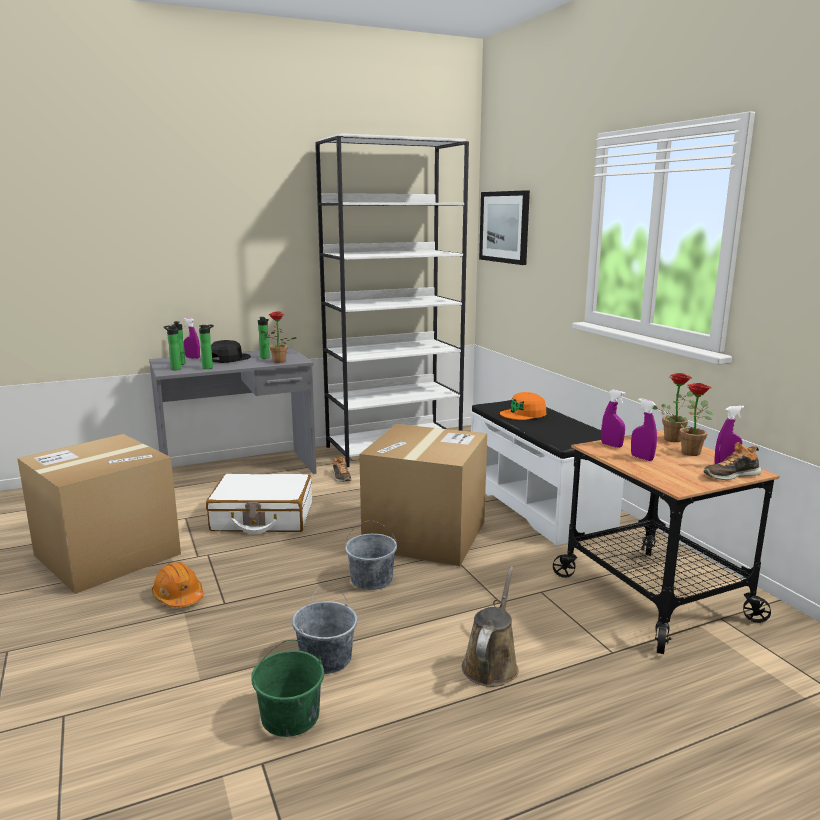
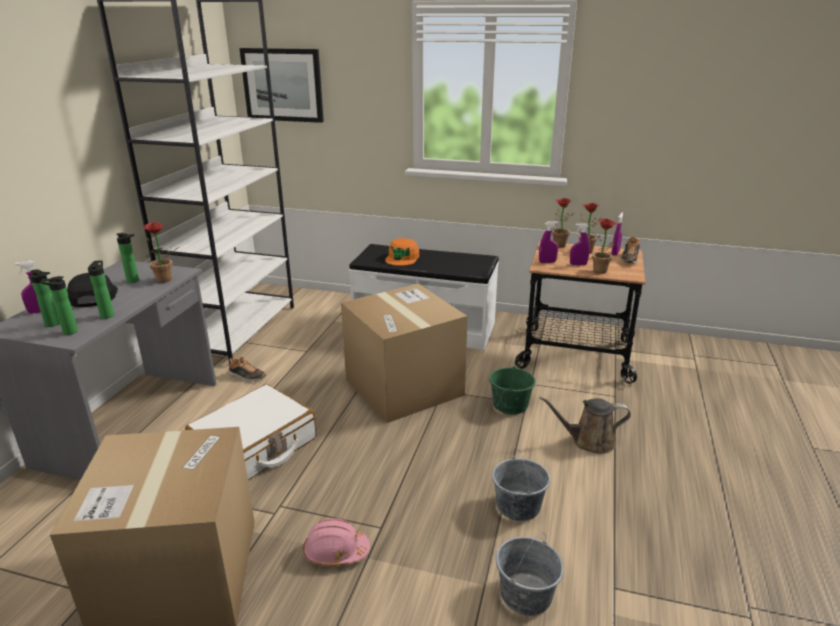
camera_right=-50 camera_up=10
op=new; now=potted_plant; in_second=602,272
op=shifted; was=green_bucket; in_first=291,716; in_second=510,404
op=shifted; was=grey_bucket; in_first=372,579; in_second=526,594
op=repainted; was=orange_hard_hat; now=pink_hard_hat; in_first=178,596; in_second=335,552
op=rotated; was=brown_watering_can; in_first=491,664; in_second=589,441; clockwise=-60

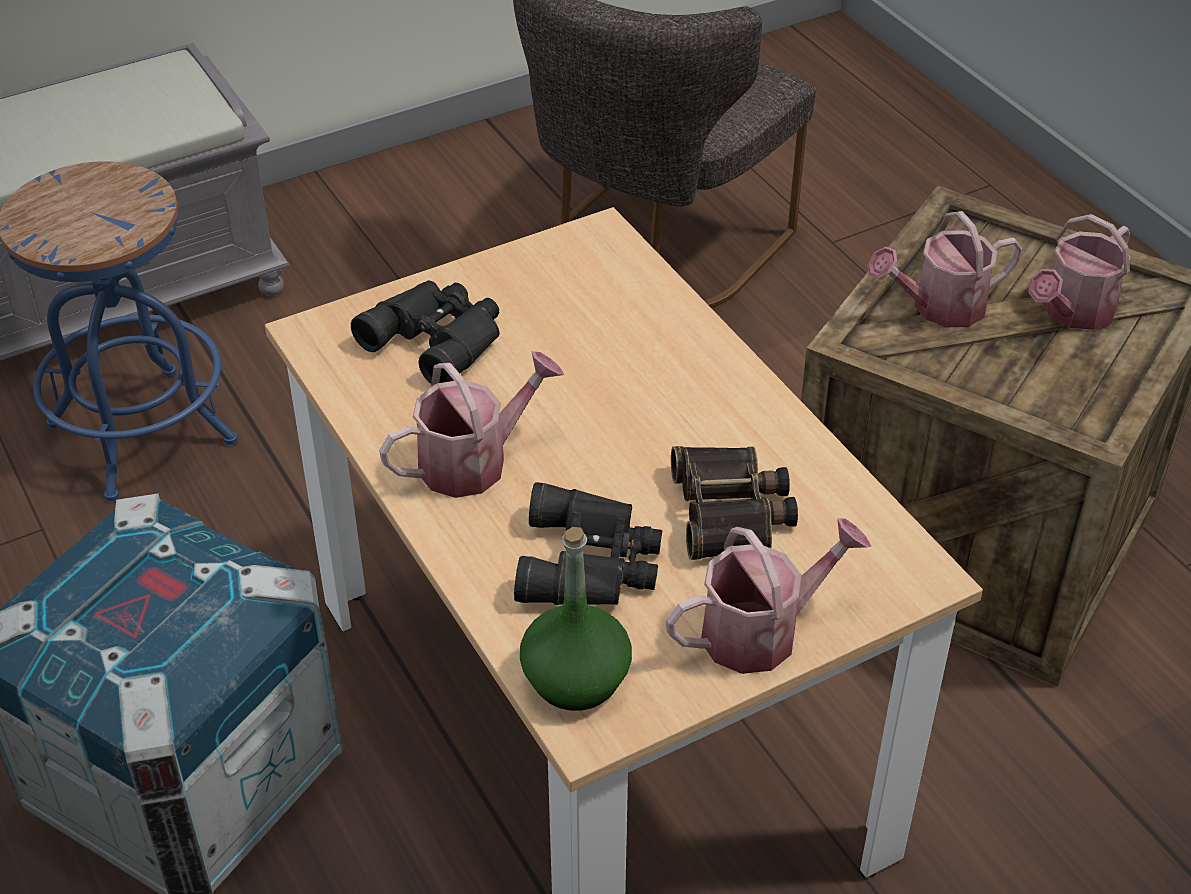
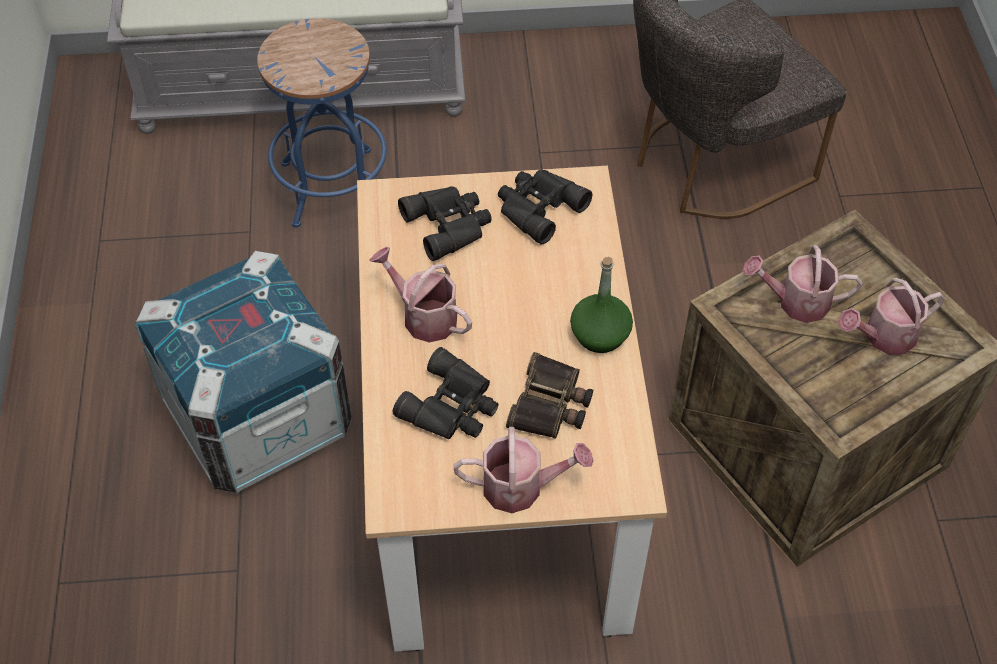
camera_right=25 camera_up=10
op=new; now=black_binoculars; in_second=537,207
op=shifted; was=green_bottle; in_first=575,679; in_second=599,335
op=rotated; was=watering_can; in_first=474,461; in_second=424,316; clockwise=-135

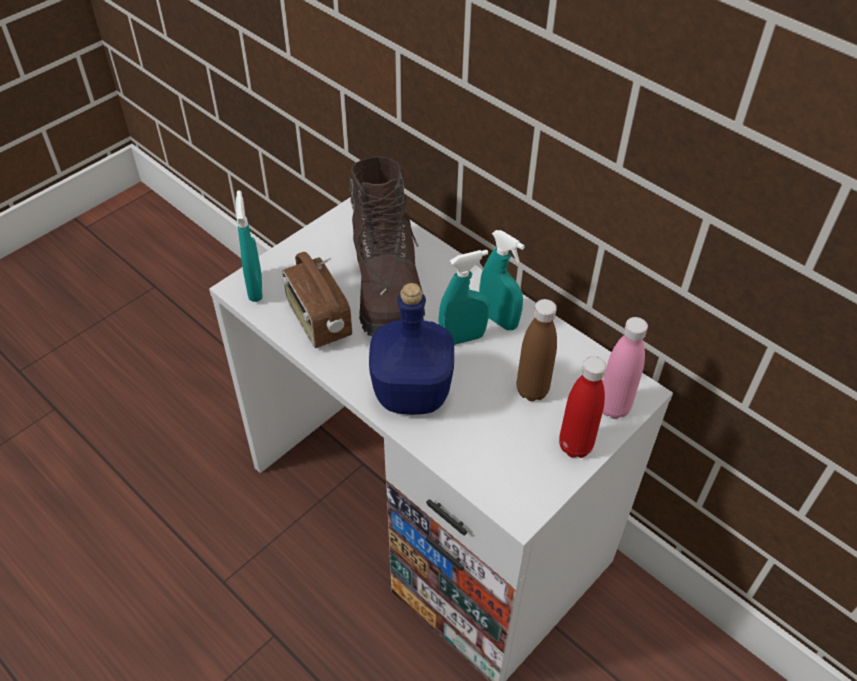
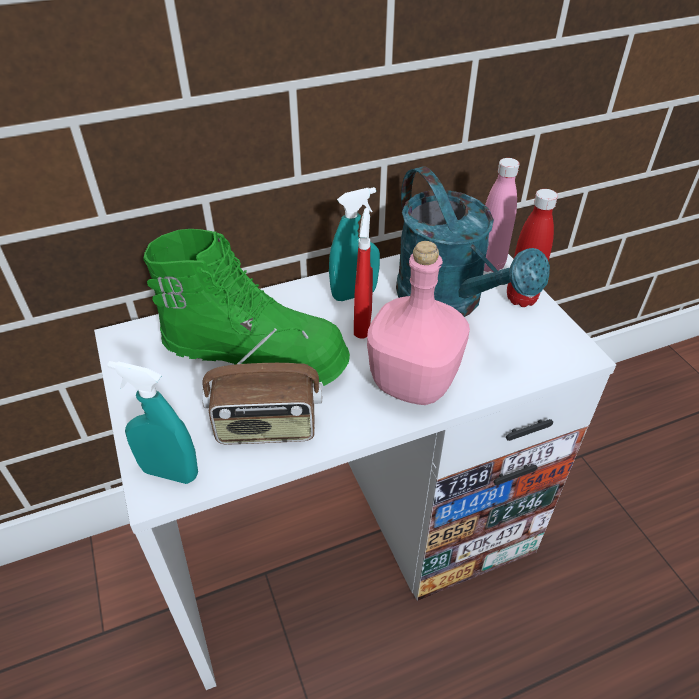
camera_right=-65 camera_up=-5
op=swapped; was=brown_bottle; now=turquoise_watering_can; in_first=532,390; in_second=449,302
op=repainted; was=brown_boot; now=green_boot; in_first=387,286; in_second=257,355
op=repainted; was=blue_bottle; now=pink_bottle; in_first=413,393; in_second=413,380
op=repainted; was=turquoise_spray_bottle; now=red_spray_bottle; in_first=462,338; in_second=362,324

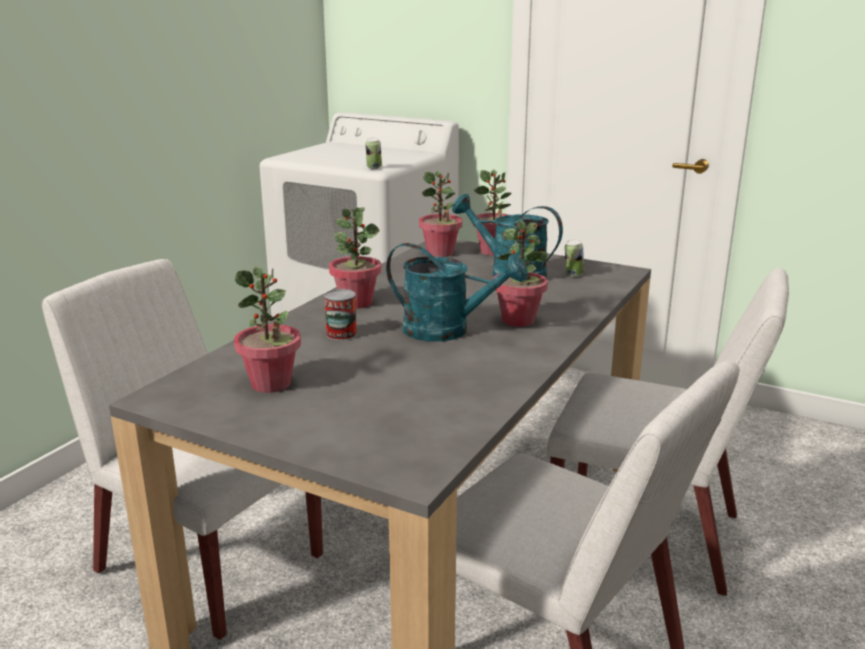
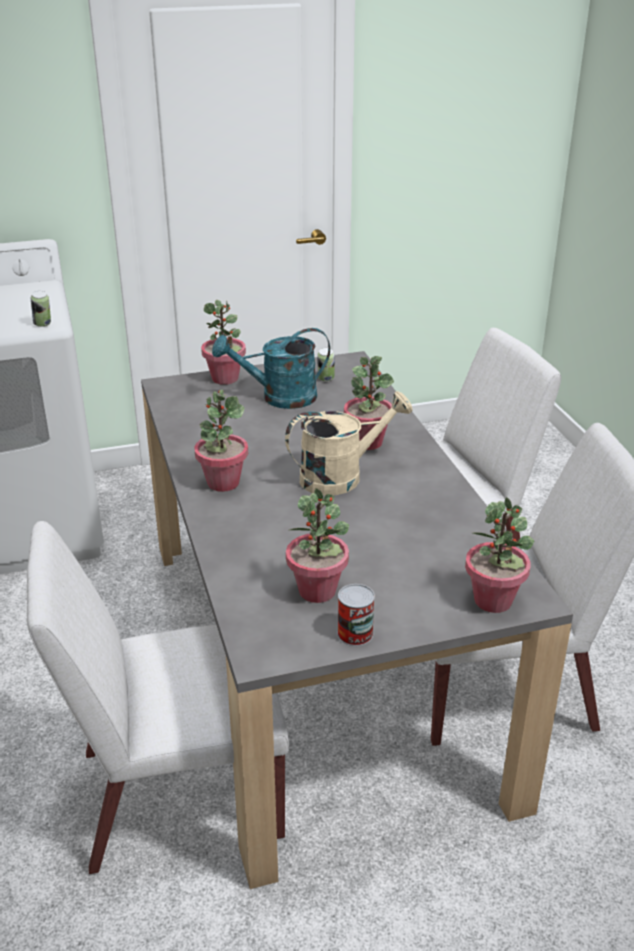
camera_right=-45 camera_up=10
op=shifted; was=can; in_first=341,334; in_second=355,634
op=shifted; was=potted_plant; in_first=440,253; in_second=493,600
op=repainted; was=turquoise_watering_can; now=beige_watering_can; in_first=448,331; in_second=341,476

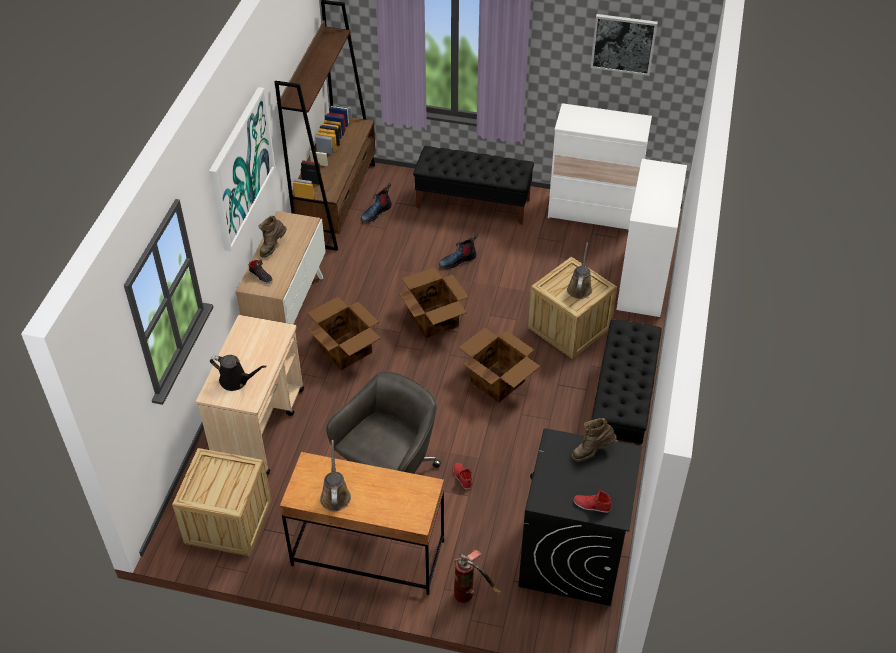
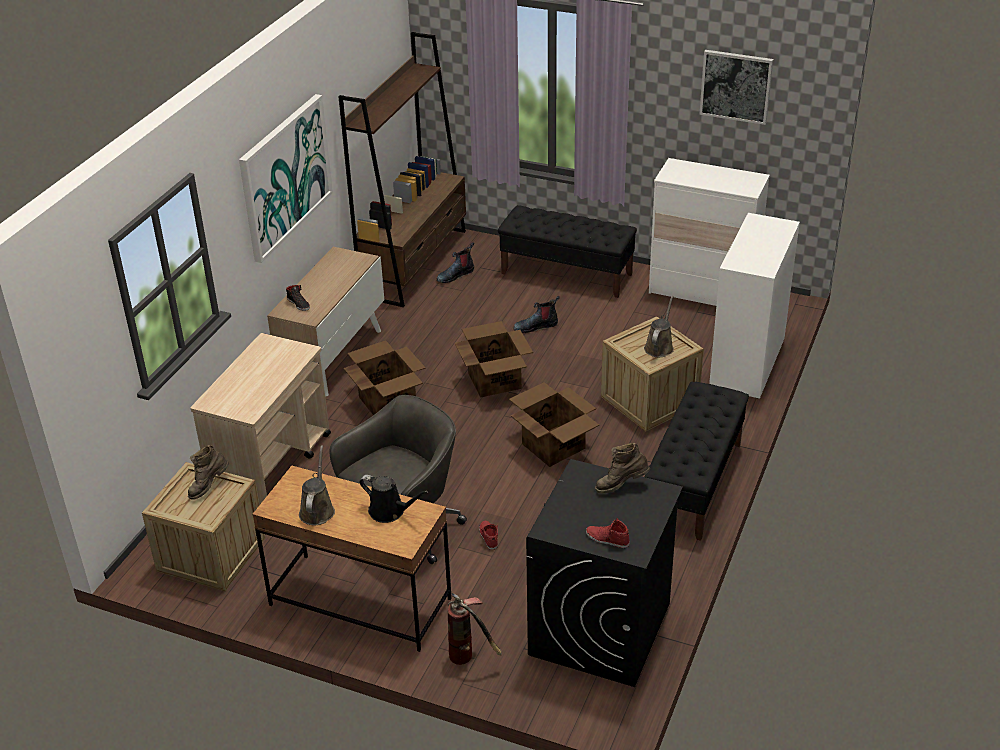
camera_right=10 camera_up=-10
op=shifted; was=black_watering_can; in_first=236,380; in_second=390,511
op=shifted; was=brown_boot; in_first=272,247; in_second=208,486

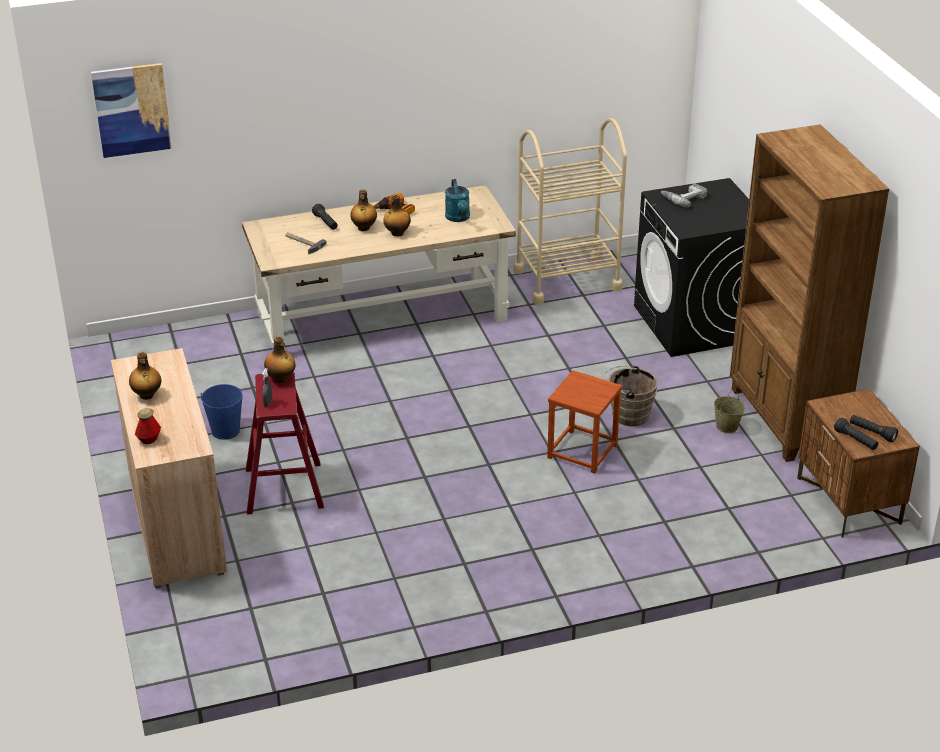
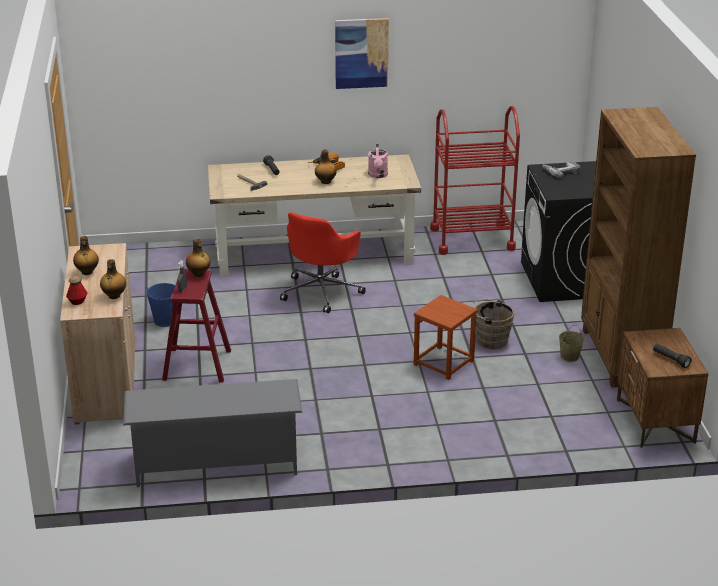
camera_right=10 camera_up=-5
op=gone; was=black_flashlight; in_first=855,440
op=new; now=grey_shoe_rack; in_second=216,464
op=new; now=red_office_chair; in_second=322,291
op=shifted; was=picture; in_first=132,110; in_second=361,53
op=shifted; was=bottle; in_first=364,228; in_second=114,296
op=repainted; was=turquoise_watering_can; now=pink_watering_can; in_first=458,218; in_second=378,175
op=repainted; was=beige_cart; now=red_cart; in_first=567,279; in_second=472,239

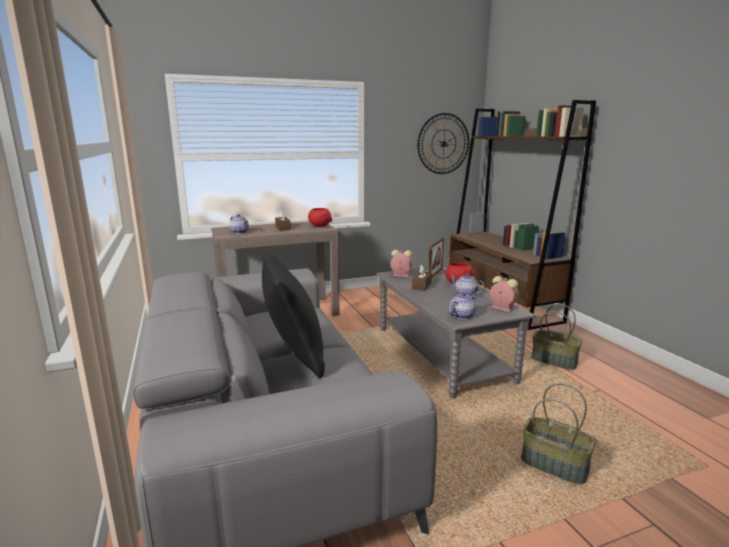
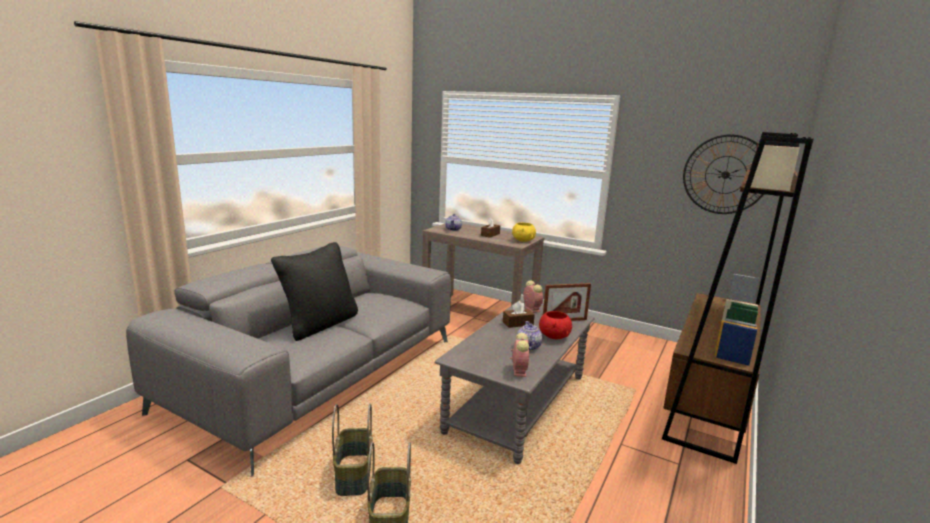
camera_right=50 camera_up=0
op=gone; was=teapot; in_first=461,316
op=shifted; was=basket; in_first=554,361; in_second=354,476
op=repainted; was=red_bowl; now=yellow_bowl; in_first=320,226; in_second=523,240

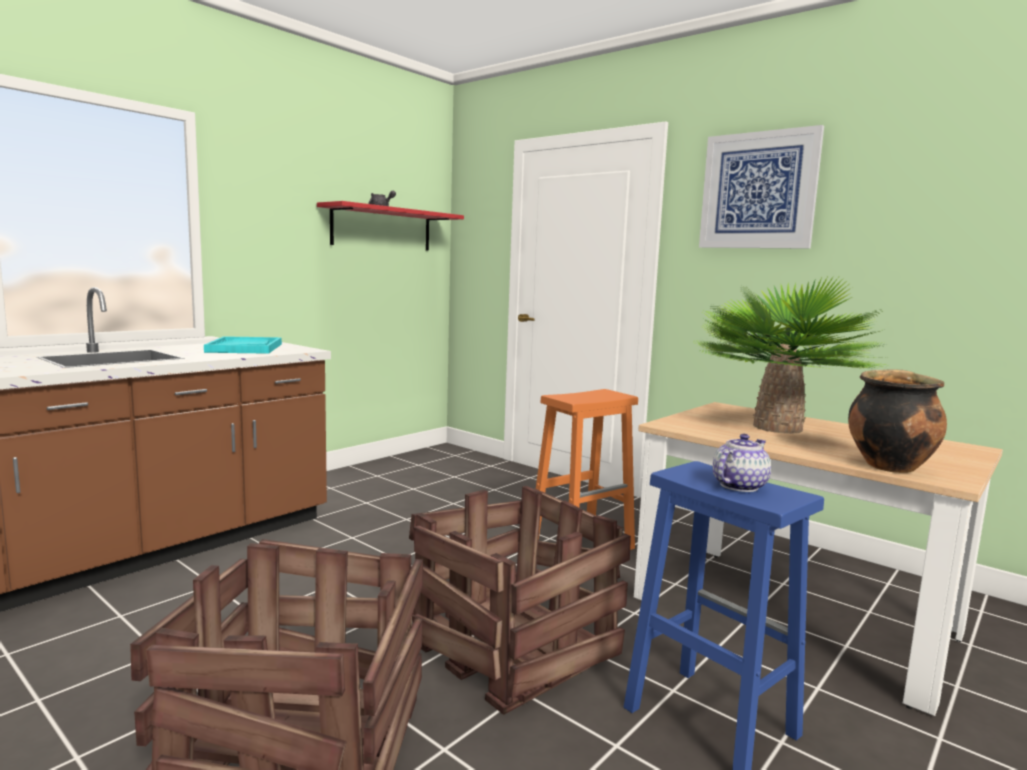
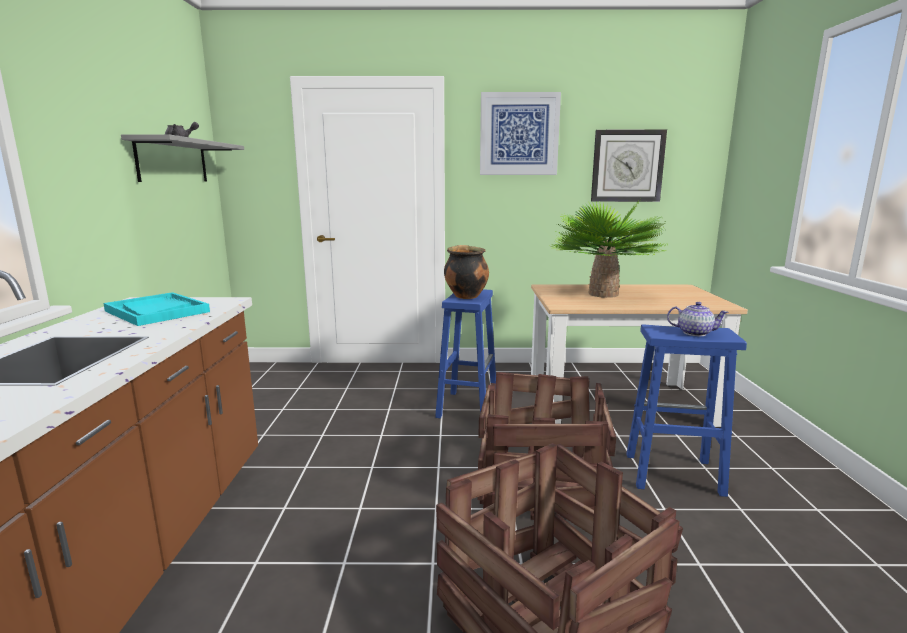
camera_right=-40 camera_up=5
op=new; now=wall_clock; in_second=627,166
op=shifted; was=cooking_pot; in_first=888,466; in_second=465,296
op=repainted; was=red_shelf; now=grey_shelf; in_first=382,228; in_second=173,161
op=repainted; was=orange_stool; now=blue_stool; in_first=582,545; in_second=467,406
op=rotated; was=teapot; in_first=738,486; in_second=694,333; clockwise=105

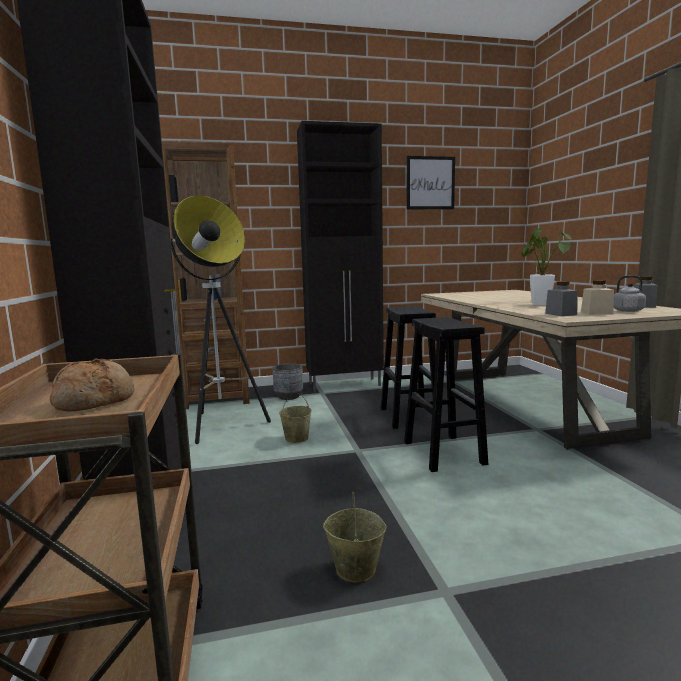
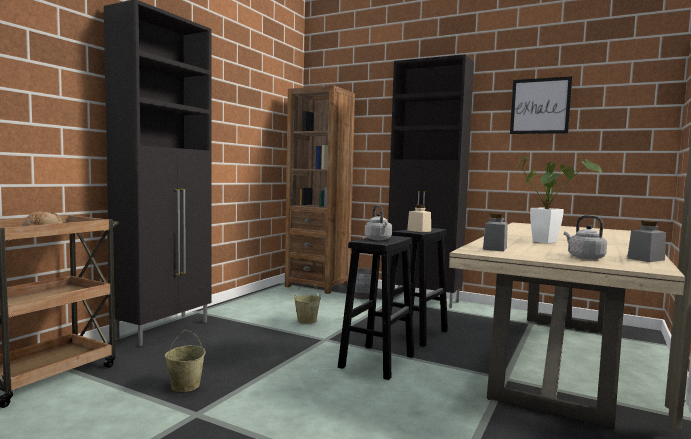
camera_right=40 camera_up=-5
op=gone; was=floor_lamp; in_first=222,425
op=new; now=grey_kettle; in_second=378,239
op=shifted; was=beige_jar; in_first=596,313; in_second=419,230

